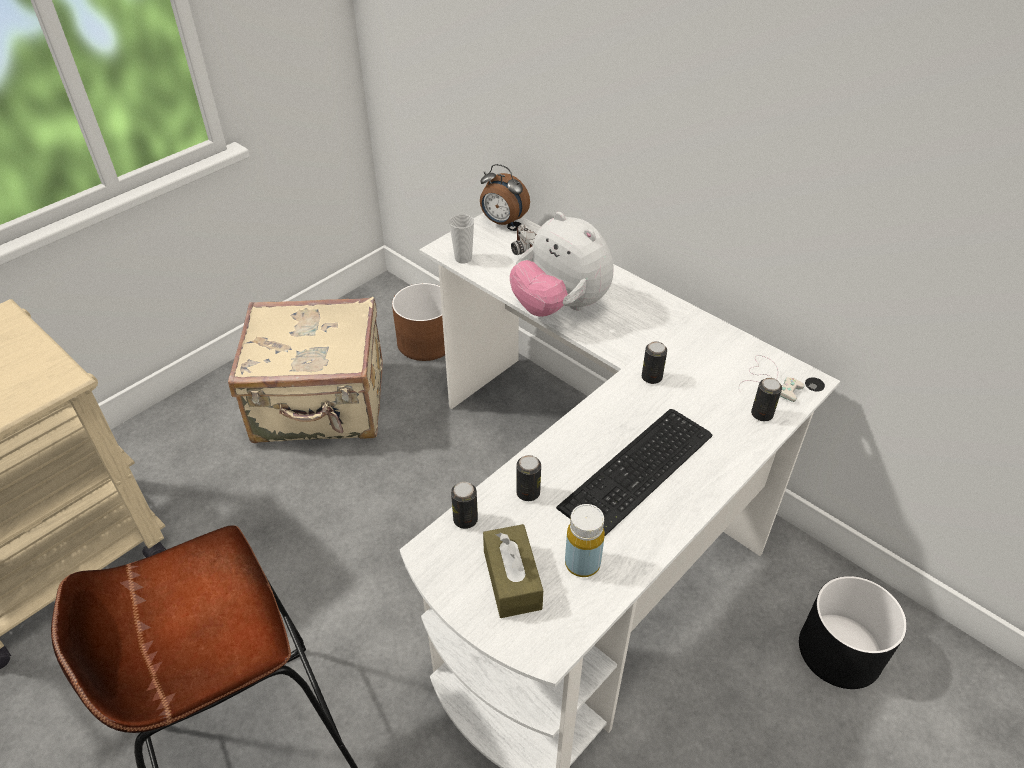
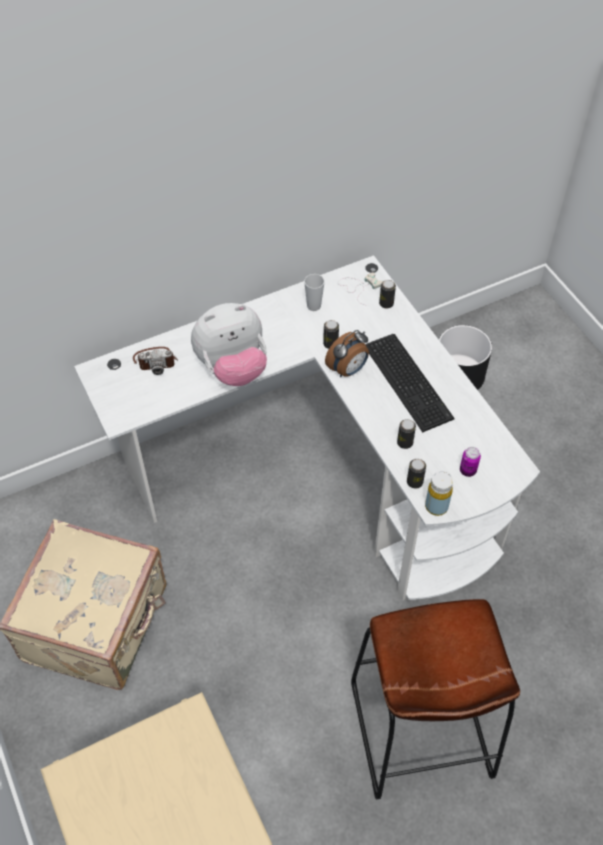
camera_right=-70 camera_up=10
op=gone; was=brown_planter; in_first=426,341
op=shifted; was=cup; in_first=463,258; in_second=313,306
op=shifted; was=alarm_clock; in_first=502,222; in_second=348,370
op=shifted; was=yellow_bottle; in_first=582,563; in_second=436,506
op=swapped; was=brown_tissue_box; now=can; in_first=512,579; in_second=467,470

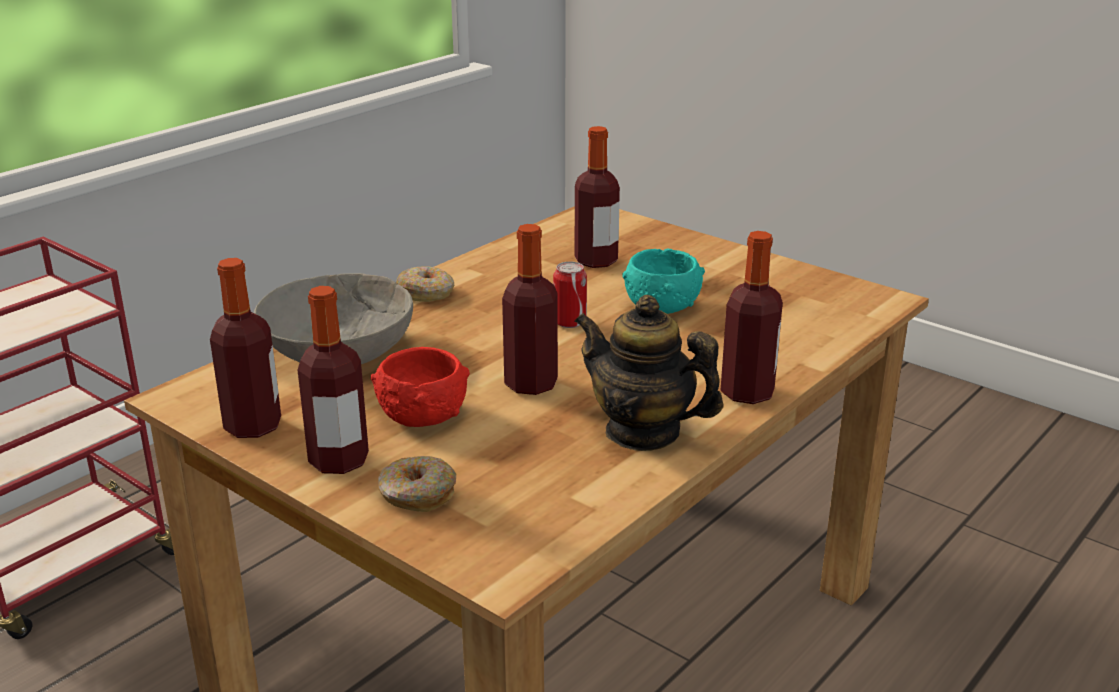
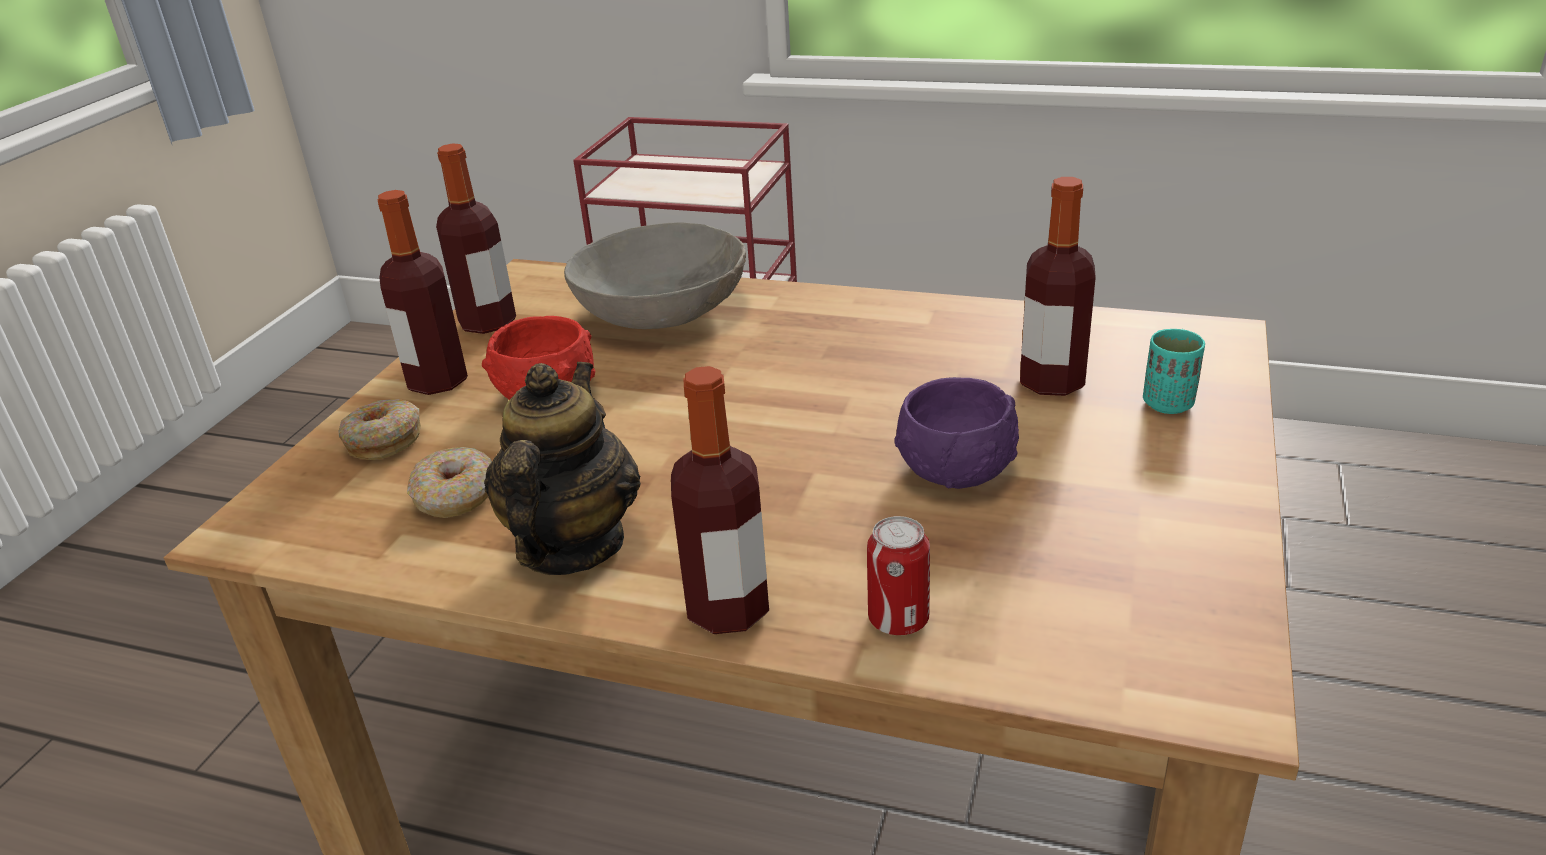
camera_right=70 camera_up=5
op=gone; was=bottle; in_first=531,384
op=new; now=turquoise_cup; in_second=1168,404
op=shifted; was=donut; in_first=427,293; in_second=456,496
op=shifted; was=can; in_first=569,322; in_second=898,619
op=repainted; was=turquoise_bowl; now=purple_bowl; in_first=661,305; in_second=956,469

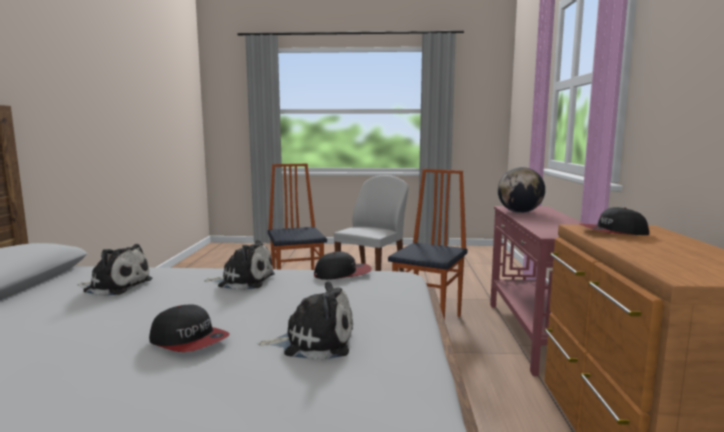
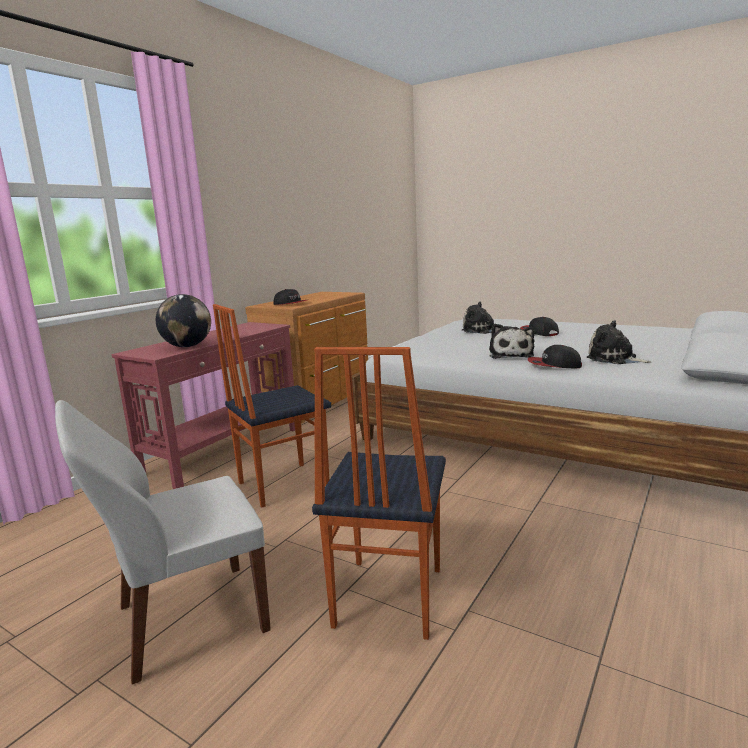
camera_right=-150 camera_up=5
op=shifted; was=cap; in_first=343,274; in_second=554,365
op=rotated; was=plush_toy; in_first=243,281; in_second=510,355; clockwise=-120

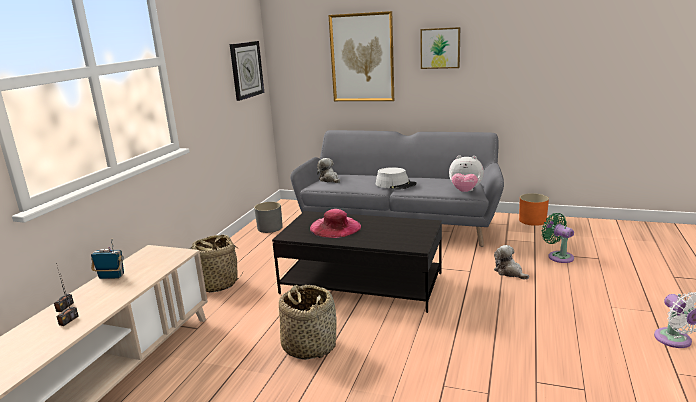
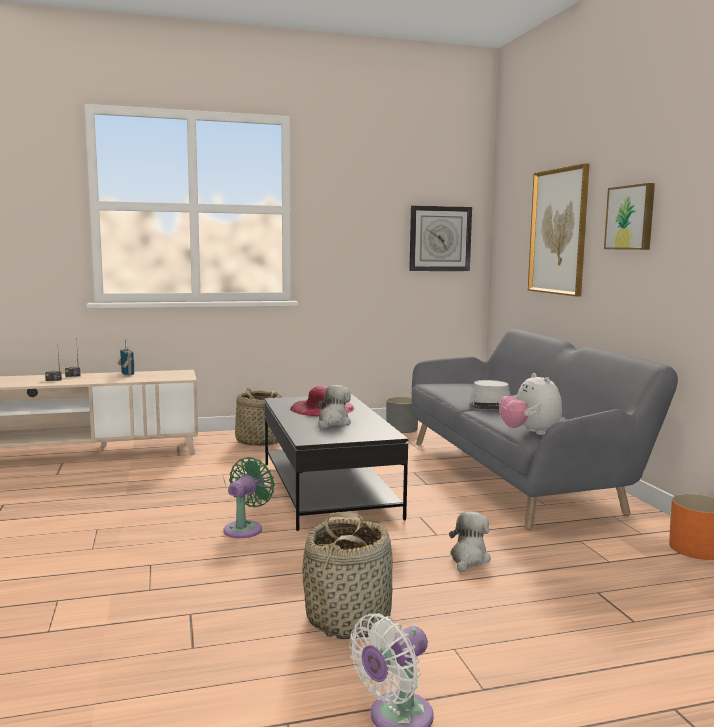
camera_right=55 camera_up=-10
op=shifted; was=basket; in_first=309,345; in_second=349,618
op=shifted; was=plush_toy; in_first=329,180; in_second=333,422
op=shifted; was=green_fan; in_first=558,256; in_second=245,528

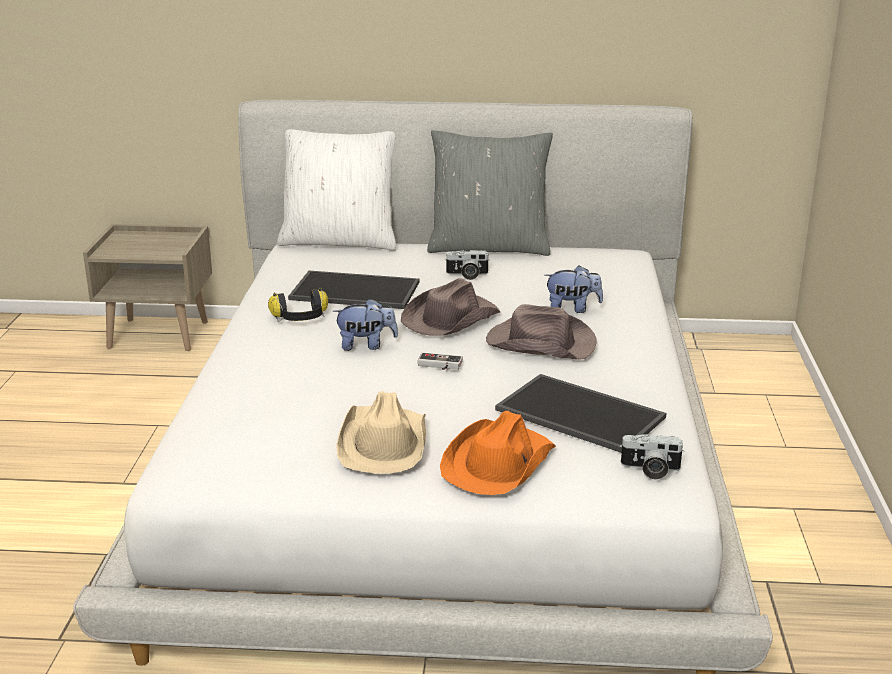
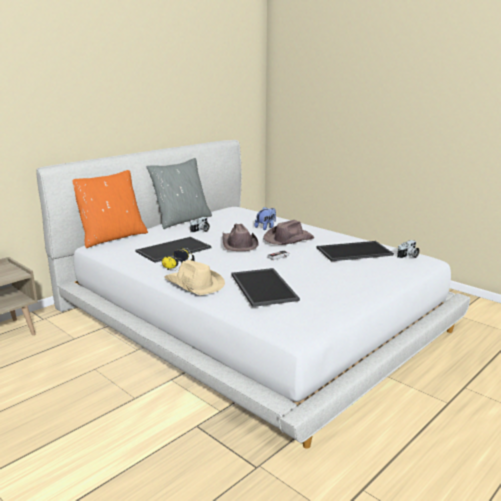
camera_right=-50 camera_up=-5
op=gone; was=plush_toy; in_first=366,345
op=gone; was=orange_hat; in_first=498,463
op=new; now=tray; in_second=265,287
op=shifted; was=beige_hat; in_first=383,443; in_second=194,284
op=repainted; was=white_pillow; now=orange_pillow; in_first=340,241; in_second=112,237

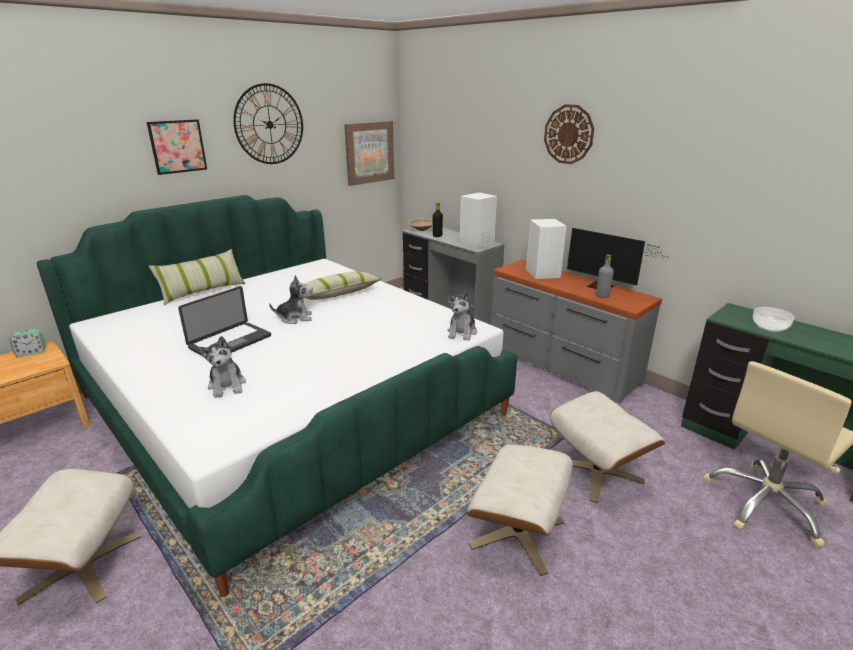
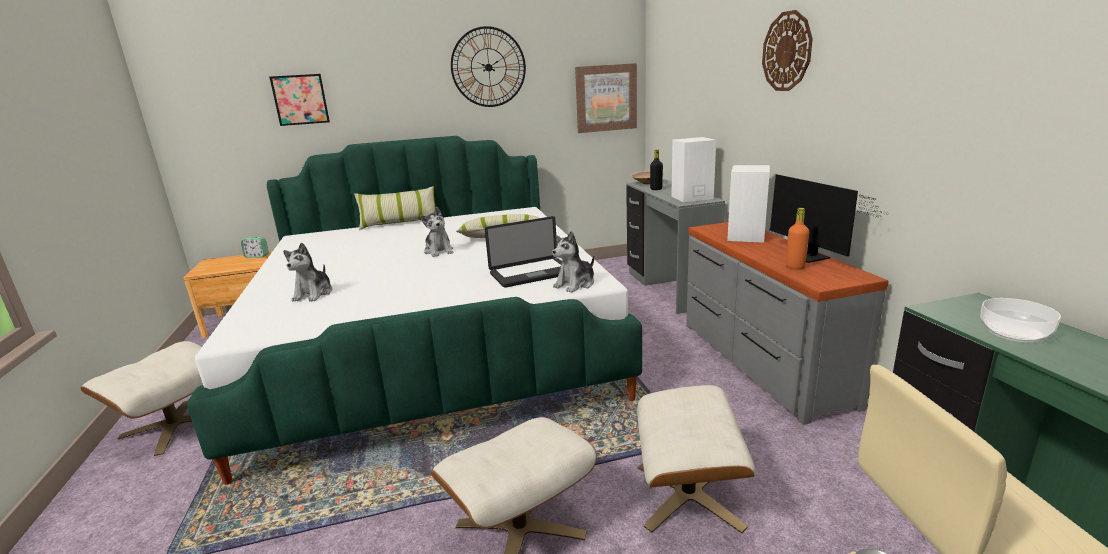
camera_right=30 camera_up=-5
op=shifted; was=picture; in_first=177,146; in_second=300,99
op=shifted; was=laptop; in_first=230,342; in_second=531,274
op=repainted; was=grey_bottle; now=orange_bottle; in_first=602,296; in_second=795,267
op=rotated; was=plush_toy; in_first=295,318; in_second=439,251; clockwise=45

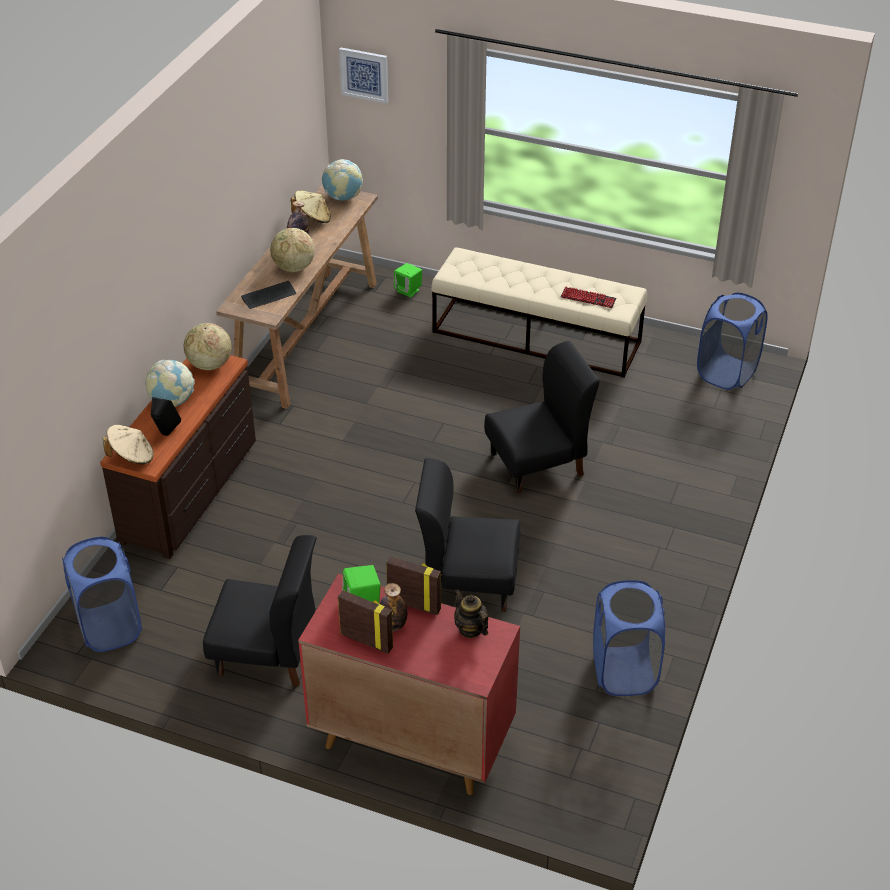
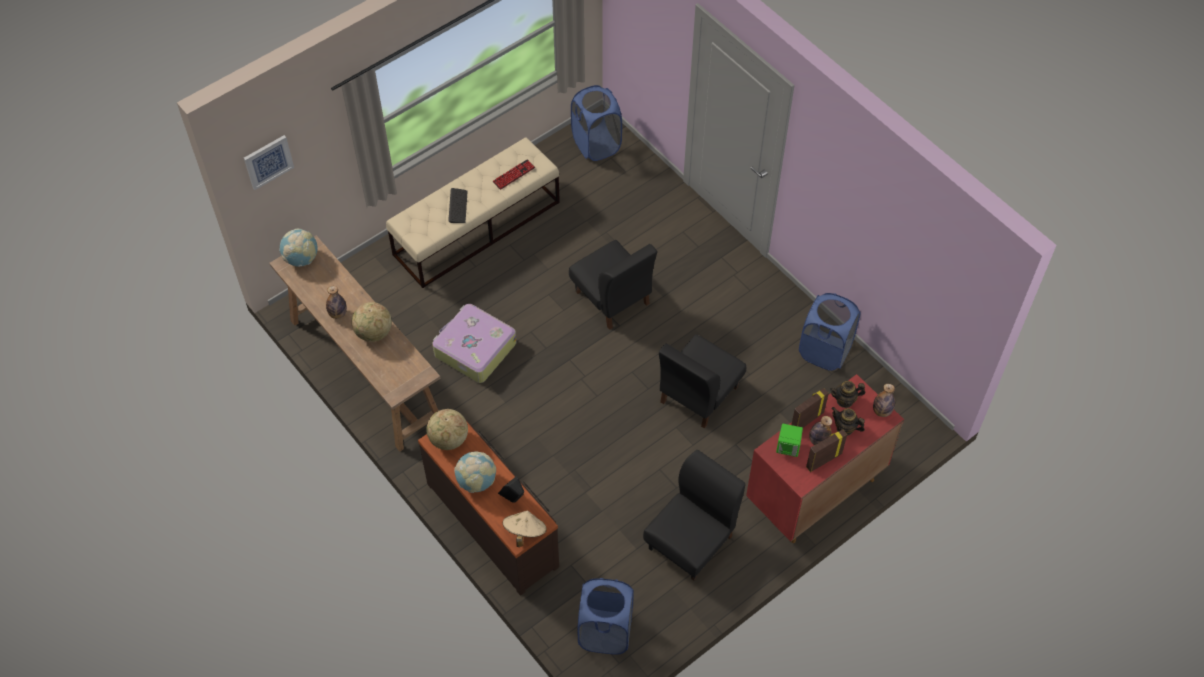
camera_right=-60 camera_up=15
op=gone; was=beige_hat; in_first=313,218
op=gone; was=green_speaker; in_first=408,290
op=new; now=suitcase; in_second=474,349
op=new; now=teapot; in_second=845,428
op=new; now=bottle; in_second=881,411
op=shifted; was=keyboard; in_first=269,296; in_second=458,206
op=rotated; was=black_chair; in_first=537,464; in_second=612,298; clockwise=135

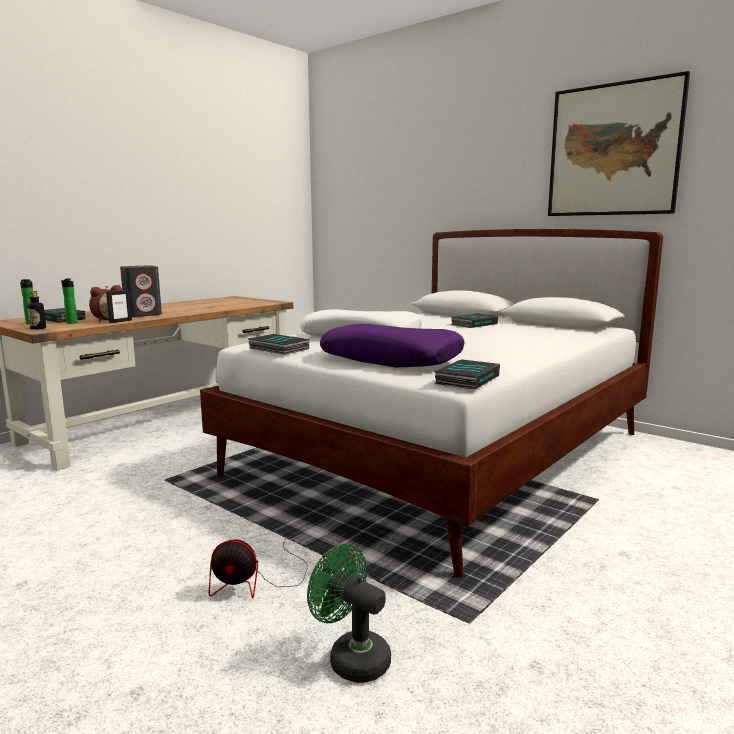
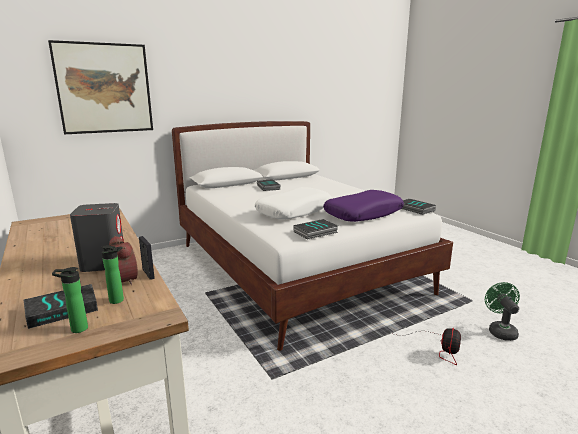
camera_right=-70 camera_up=5
op=gone; was=bottle; in_first=38,328
op=shifted; was=picture; in_first=613,150; in_second=104,88
op=rotated; was=green_fan; in_first=351,657; in_second=500,331; clockwise=120

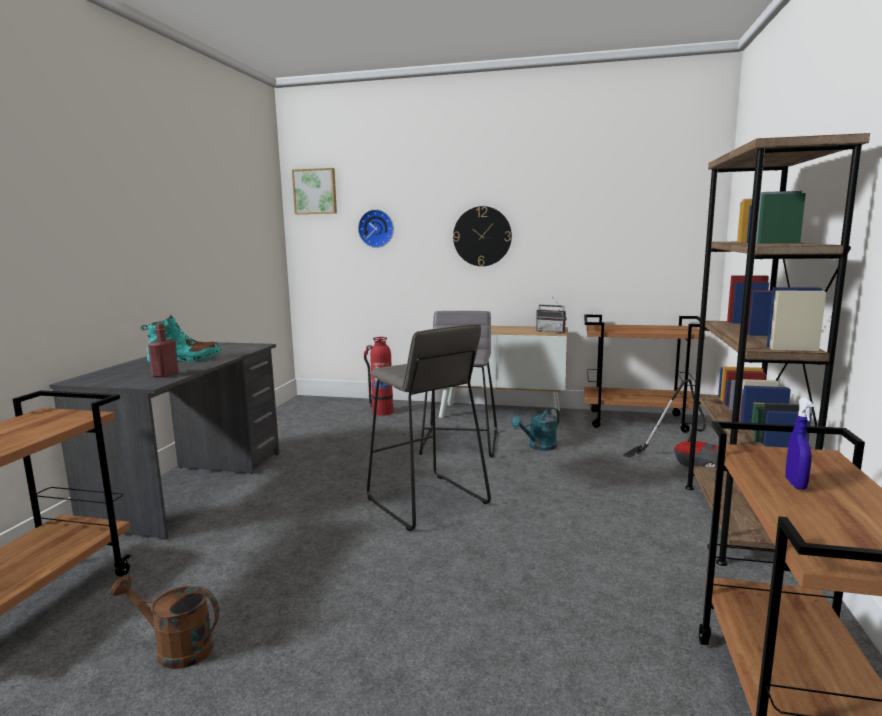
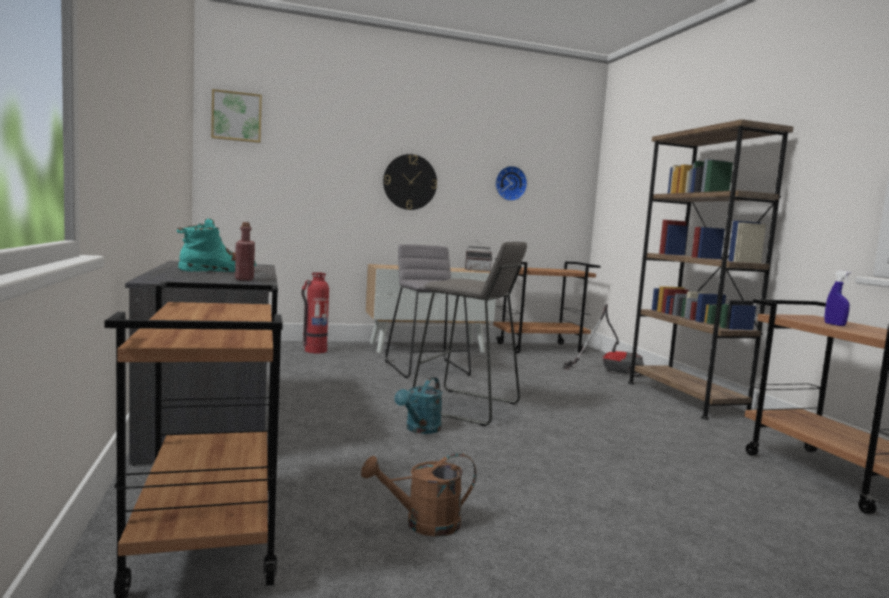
camera_right=-30 camera_up=-5
op=shifted; was=wall_clock; in_first=376,228; in_second=510,183
op=shifted; was=turquoise_watering_can; in_first=538,447; in_second=420,430

